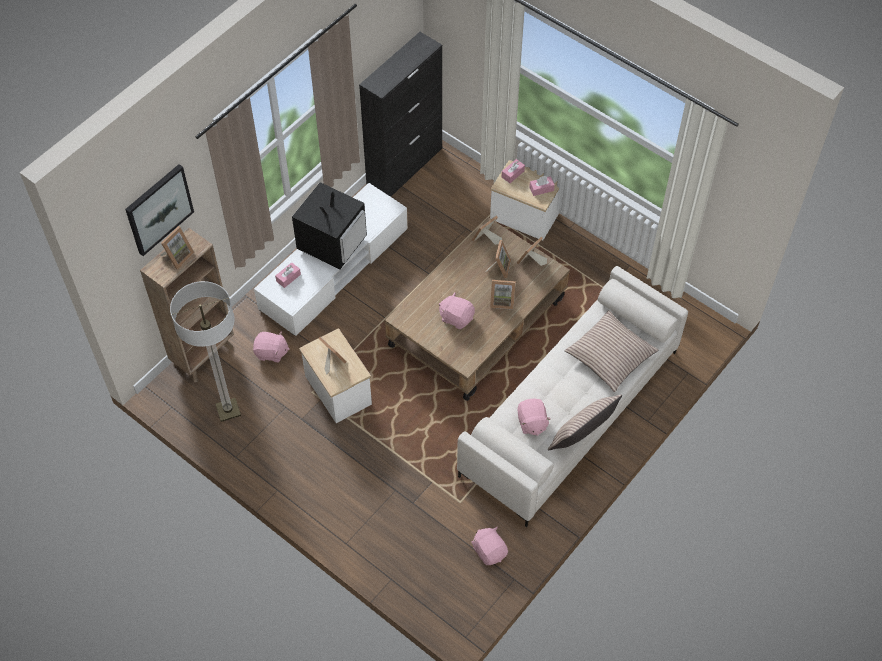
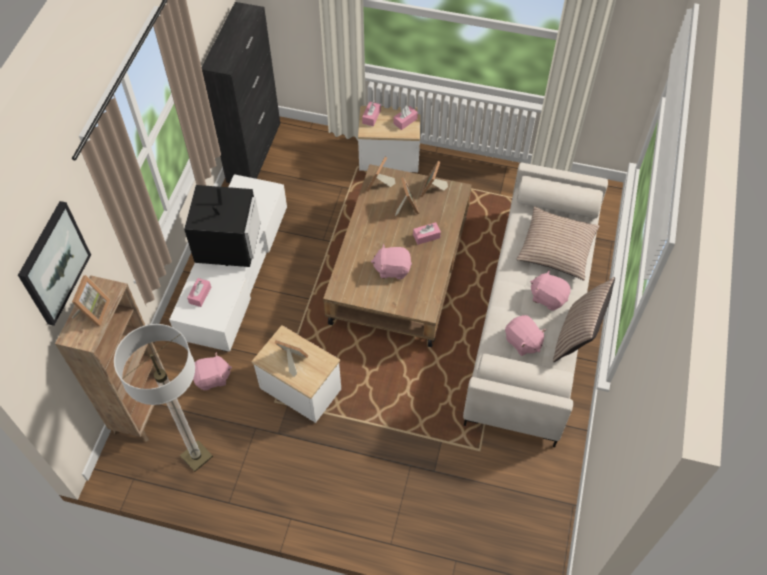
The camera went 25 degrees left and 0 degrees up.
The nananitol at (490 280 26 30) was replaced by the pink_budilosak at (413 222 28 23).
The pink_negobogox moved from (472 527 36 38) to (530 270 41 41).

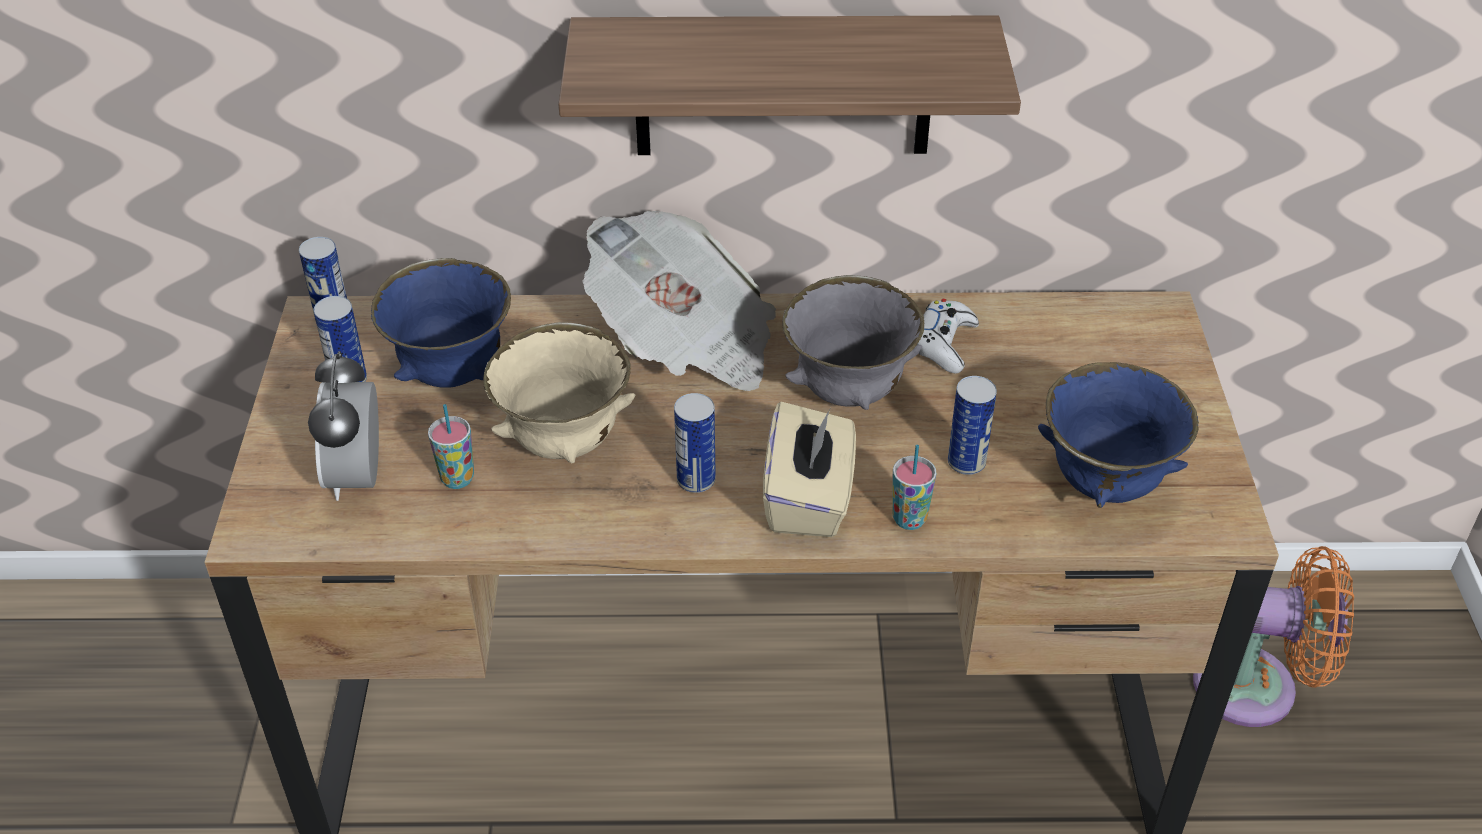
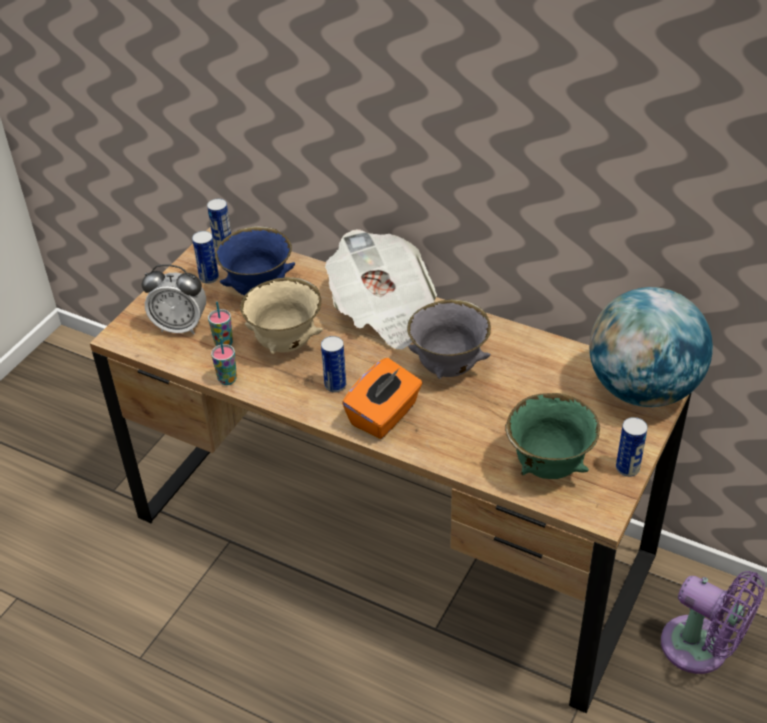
The camera went 30 degrees right and 0 degrees up.
The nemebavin at (308 351 71 150) turned 105 degrees counterclockwise.
The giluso moved from (892 444 44 86) to (211 337 26 48).
The beige_budilosak at (763 402 93 135) became the orange_budilosak at (342 358 81 81).
The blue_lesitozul at (1038 362 161 146) became the green_lesitozul at (505 393 95 86).
The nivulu at (589 287 124 120) appeared.
The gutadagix moved from (948 376 49 99) to (616 417 32 60).
The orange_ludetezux at (1193 546 161 181) became the purple_ludetezux at (661 571 104 103).
The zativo at (558 15 463 140) disappeared.
The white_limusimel at (917 299 62 74) disappeared.

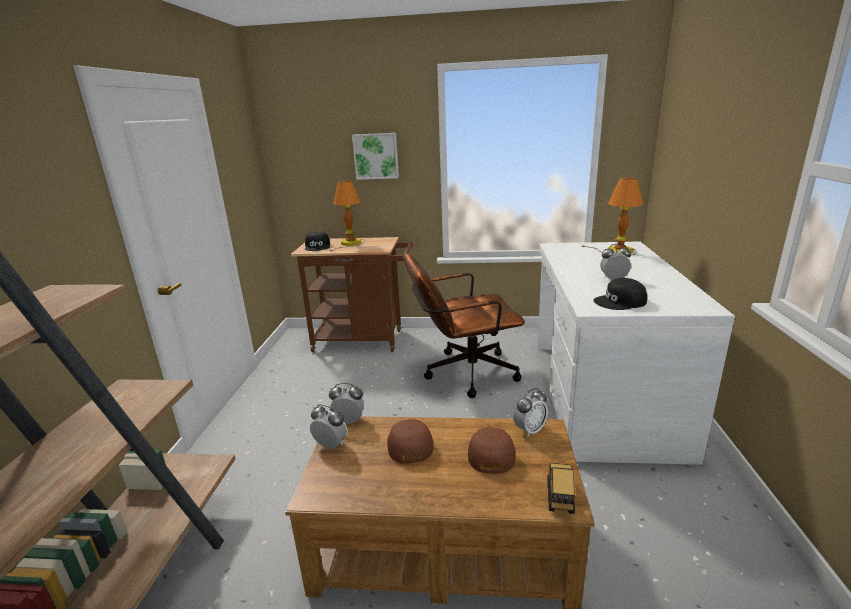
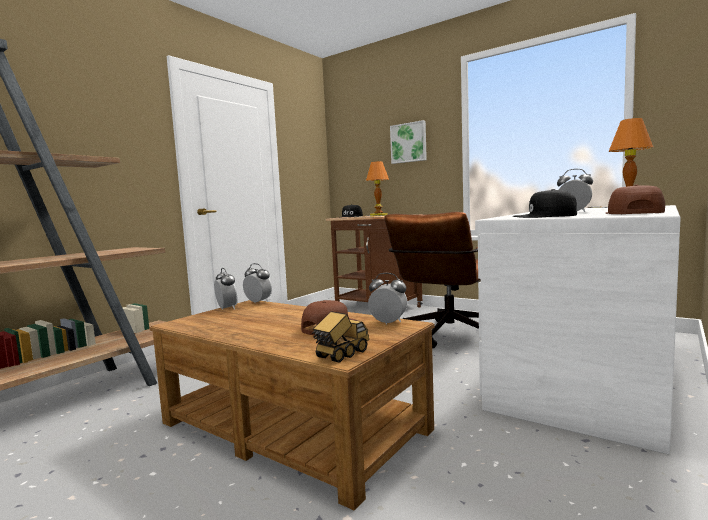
The camera went 30 degrees right and 15 degrees down.
The nemebavin at (513 388 35 49) turned 150 degrees counterclockwise.
The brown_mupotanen at (404 253 121 145) turned 75 degrees counterclockwise.
The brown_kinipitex moved from (387 419 46 45) to (606 184 59 30).

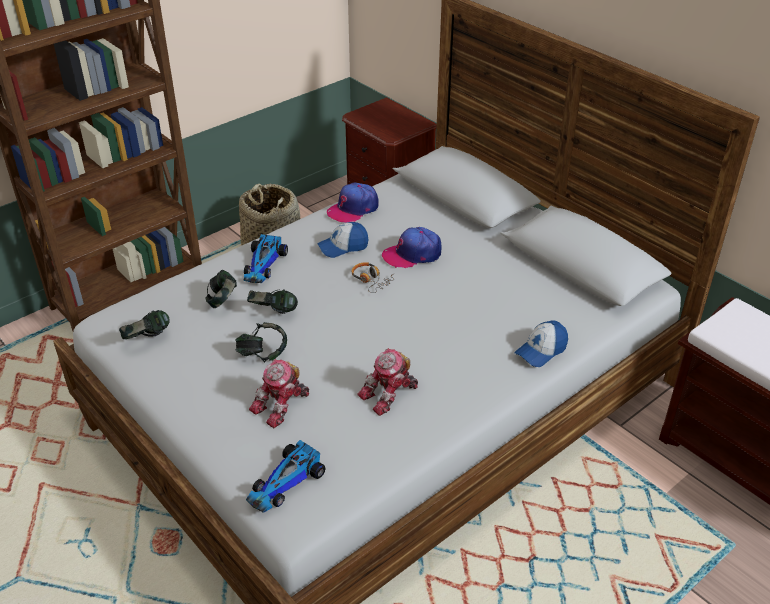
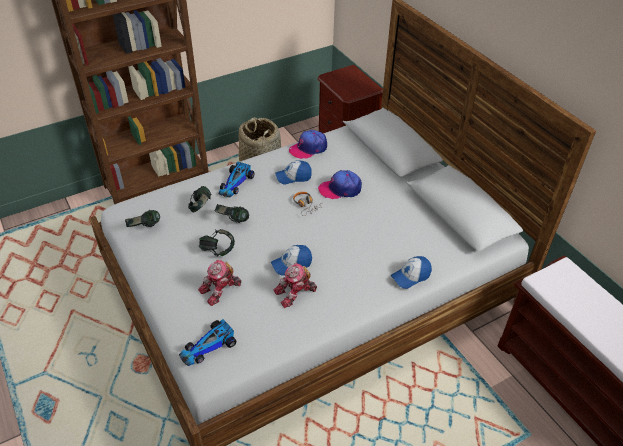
The camera went 10 degrees right and 5 degrees up.
The kinipitex at (271 245 41 31) appeared.

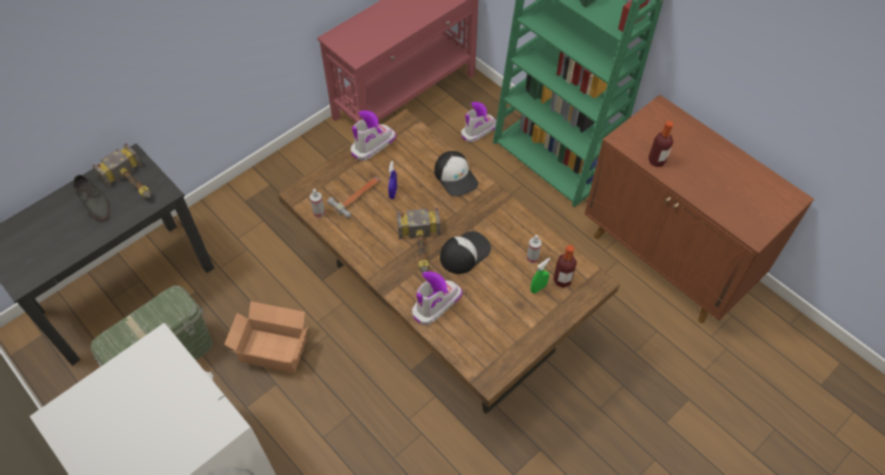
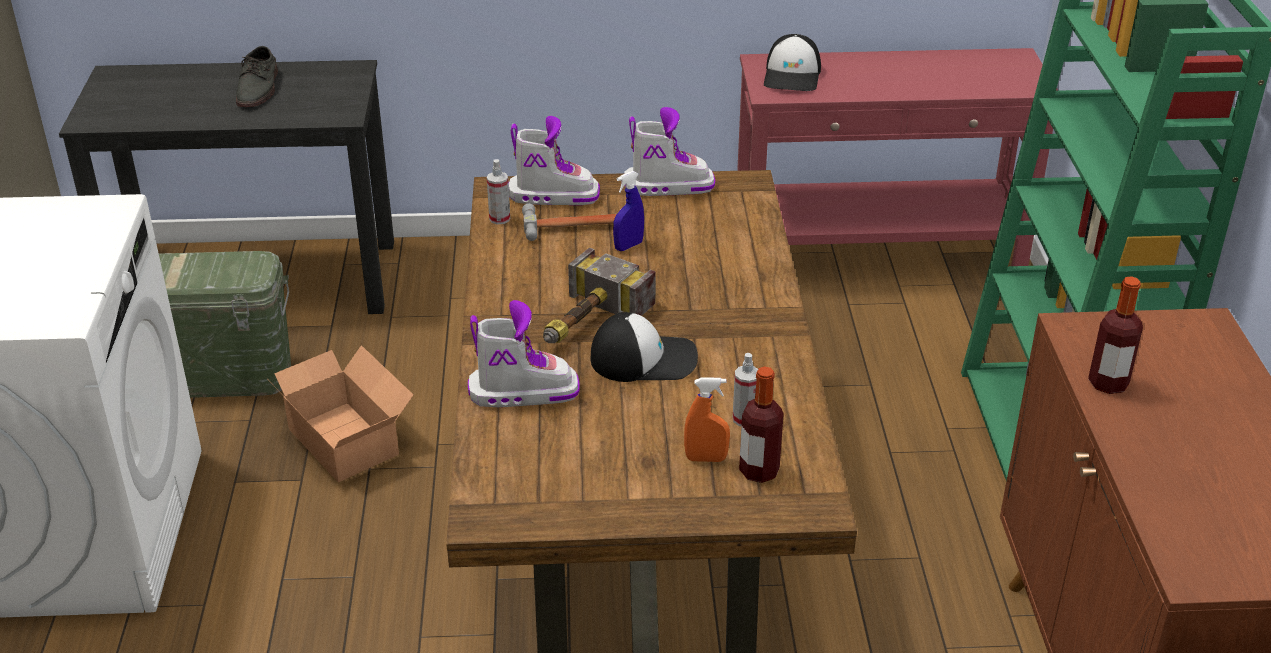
The camera went 40 degrees right and 20 degrees down.
The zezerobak moved from (461 102 35 40) to (508 116 92 89).
The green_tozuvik at (531 258 19 36) became the orange_tozuvik at (684 377 46 85).
The kinipitex moved from (434 151 44 45) to (764 34 57 57).
The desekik at (92 144 59 54) disappeared.

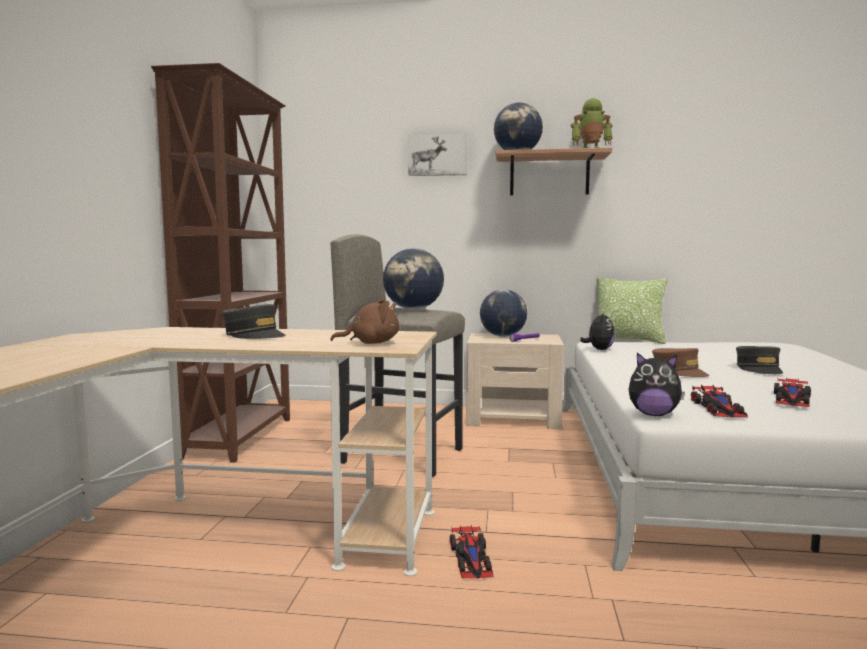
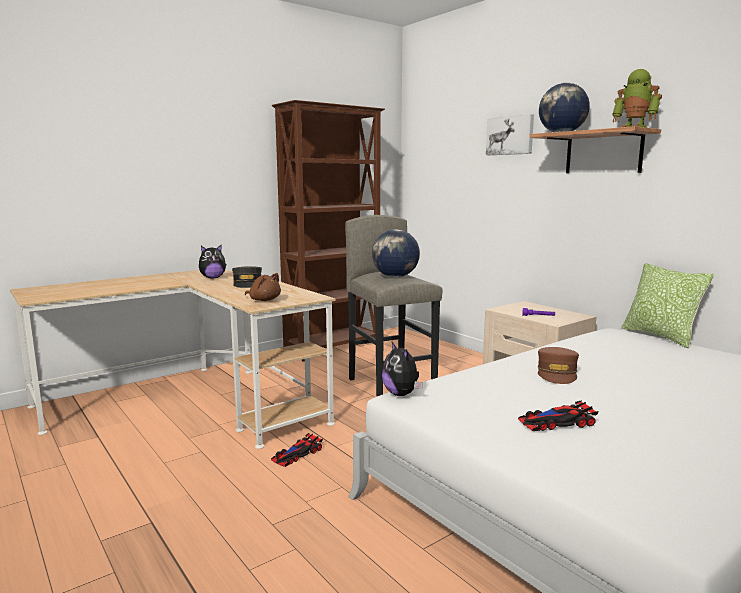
The camera went 45 degrees right and 5 degrees up.
The negobogox moved from (580 312 35 38) to (199 245 27 34).
The nivulu at (480 289 47 48) disappeared.
The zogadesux at (691 384 57 34) disappeared.
The grey_kinipitex at (736 346 47 28) disappeared.

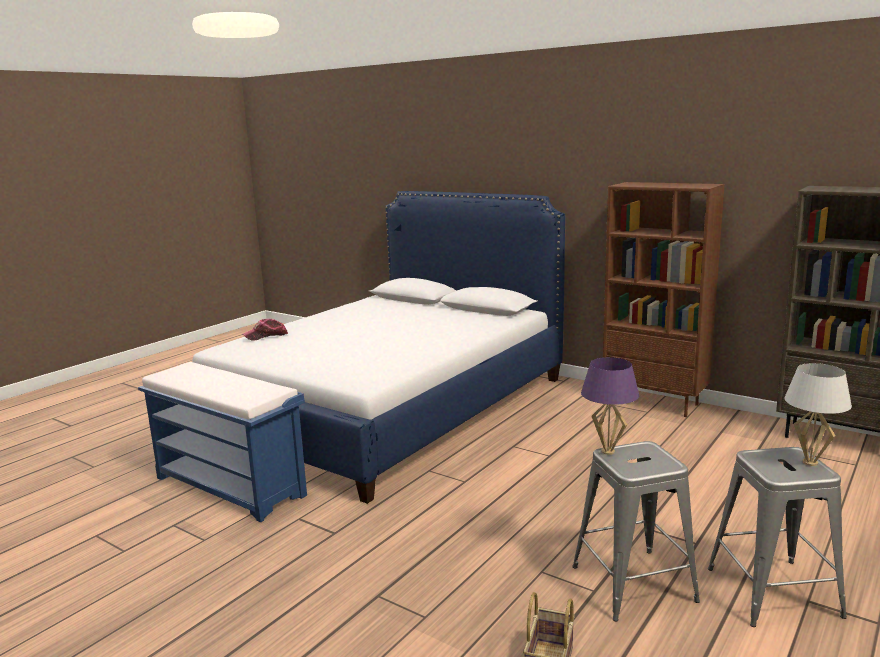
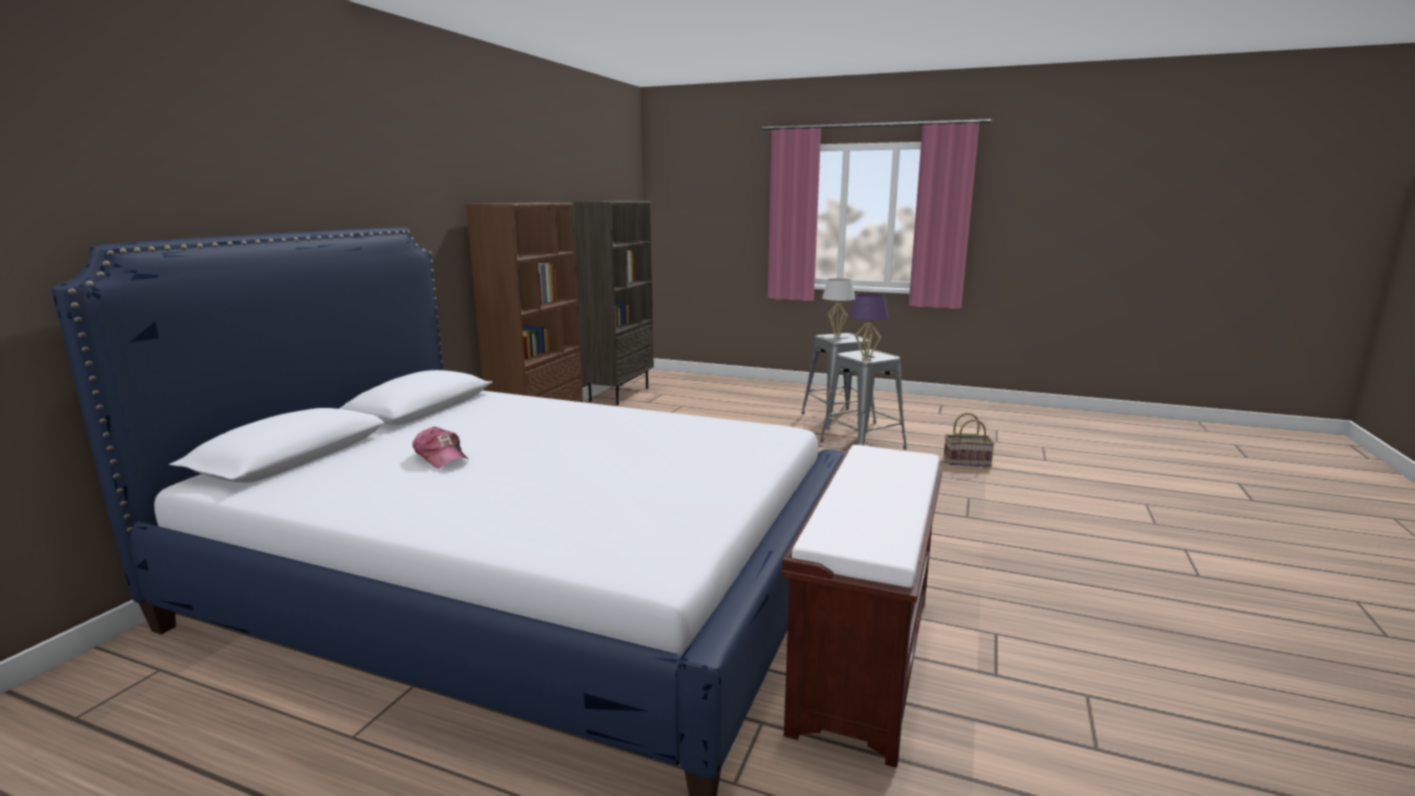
The camera went 105 degrees left and 0 degrees up.
The kinipitex moved from (243 319 45 22) to (412 426 57 42).
The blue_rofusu at (138 362 169 160) became the brown_rofusu at (782 445 161 323).

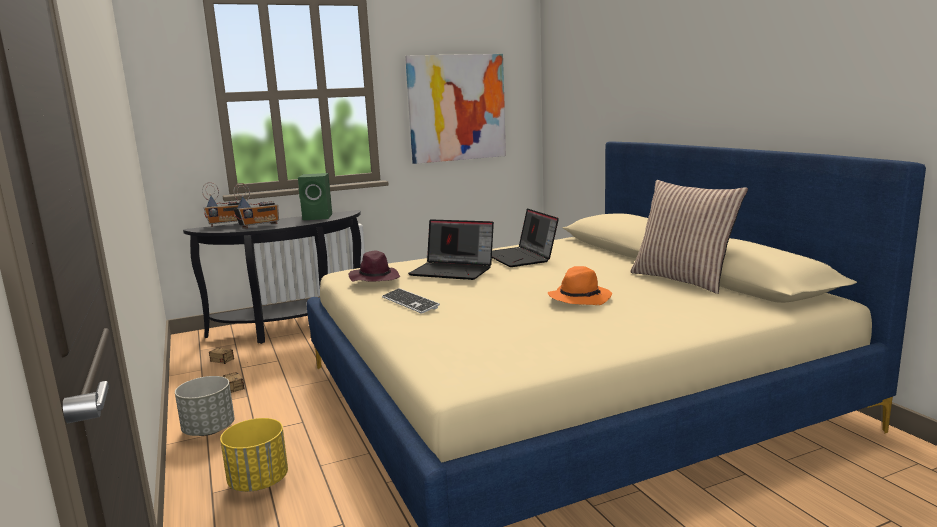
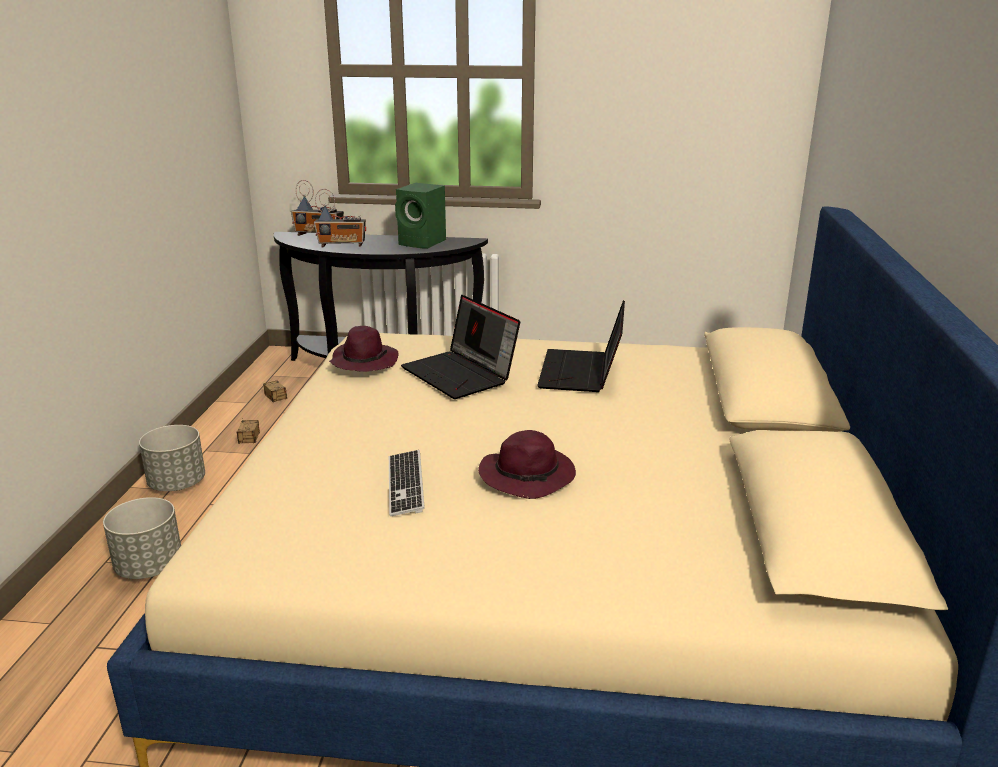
The camera went 30 degrees right and 10 degrees up.
The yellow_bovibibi at (220 418 68 74) became the grey_bovibibi at (103 497 78 82).
The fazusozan moved from (382 288 58 26) to (389 450 36 67).
The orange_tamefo at (548 266 64 39) became the purple_tamefo at (478 430 98 69).
The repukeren at (405 54 101 110) disappeared.
The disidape at (630 180 118 114) disappeared.

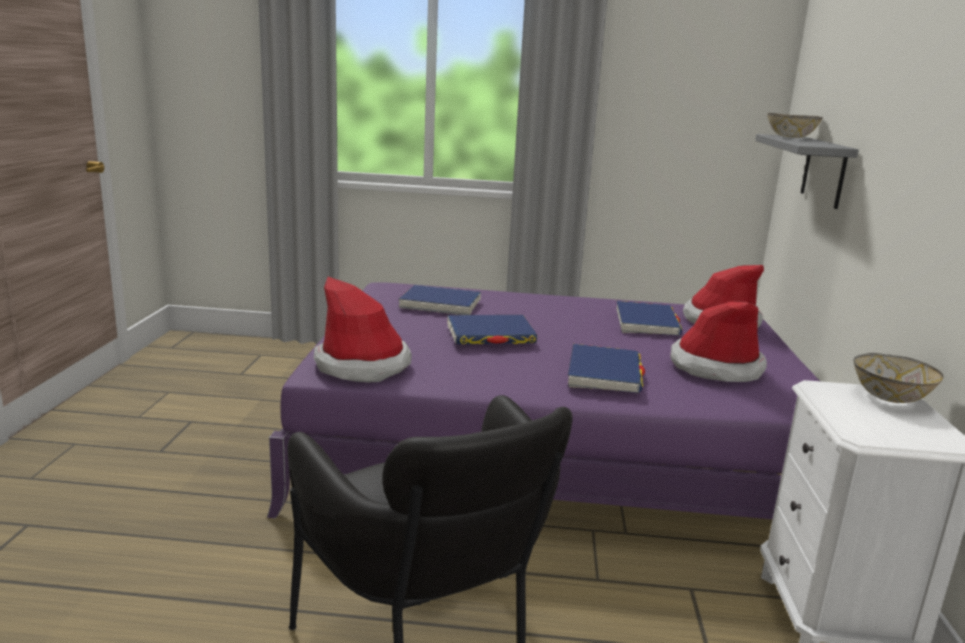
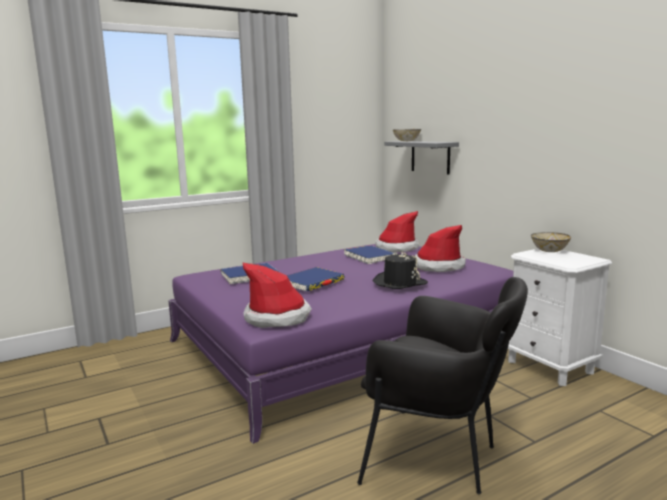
The camera went 35 degrees left and 5 degrees down.
The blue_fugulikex at (568 344 77 49) was replaced by the black_tamefo at (373 252 55 37).

